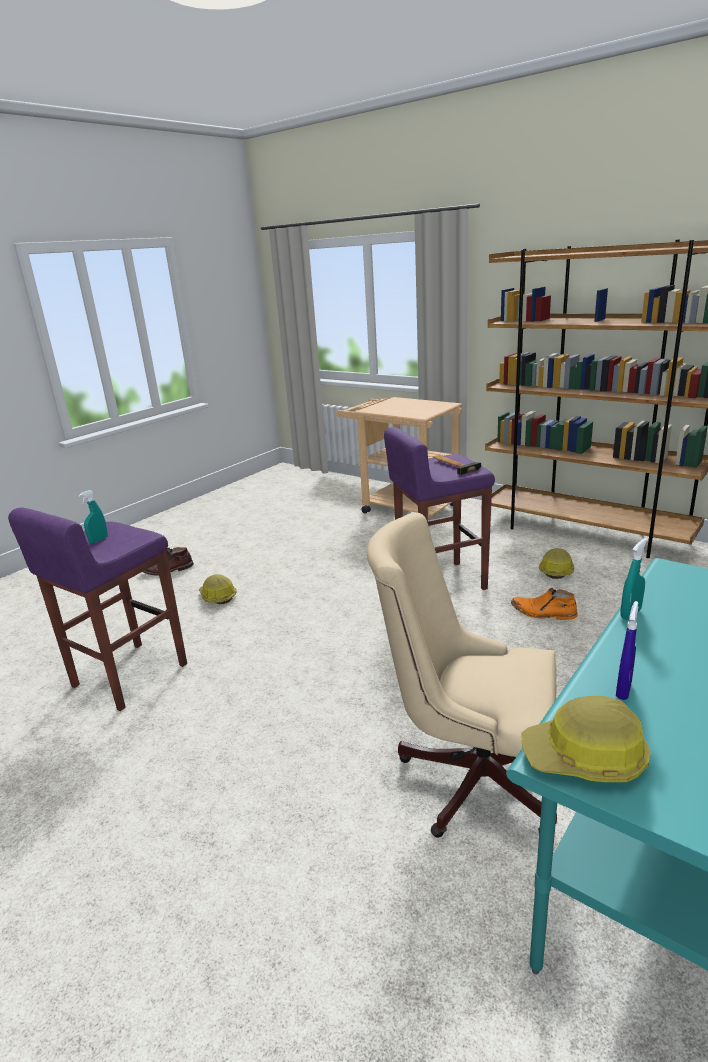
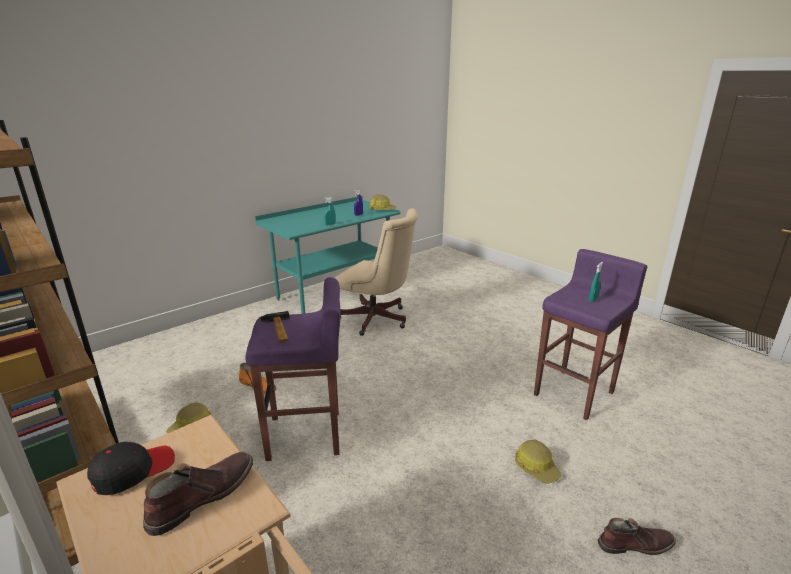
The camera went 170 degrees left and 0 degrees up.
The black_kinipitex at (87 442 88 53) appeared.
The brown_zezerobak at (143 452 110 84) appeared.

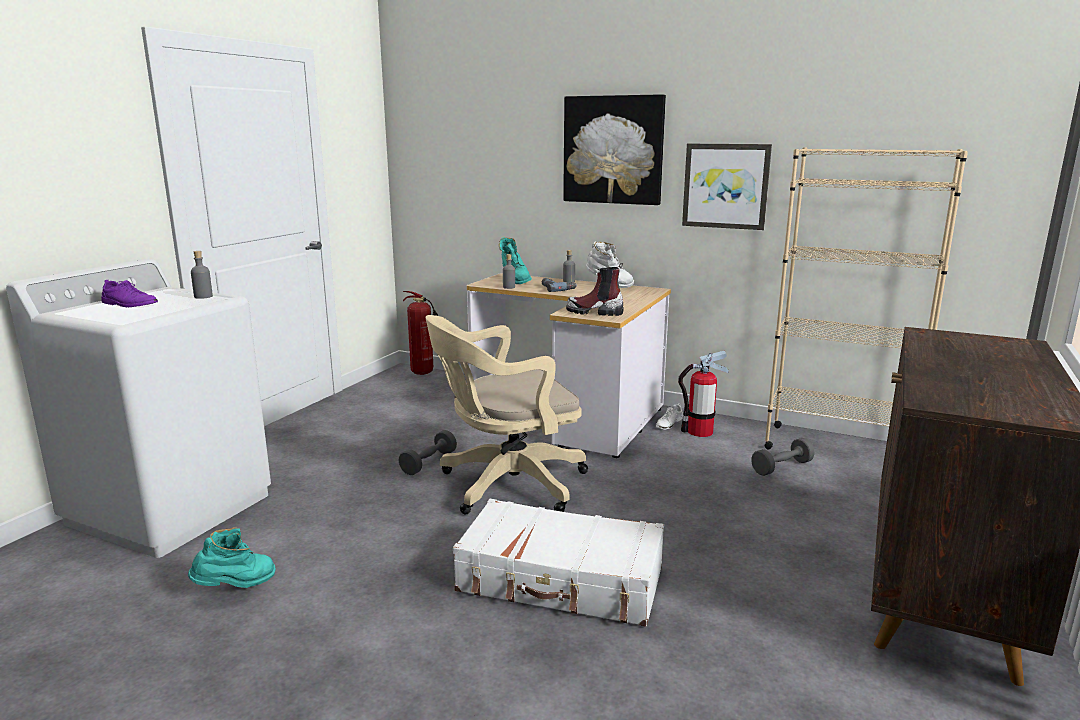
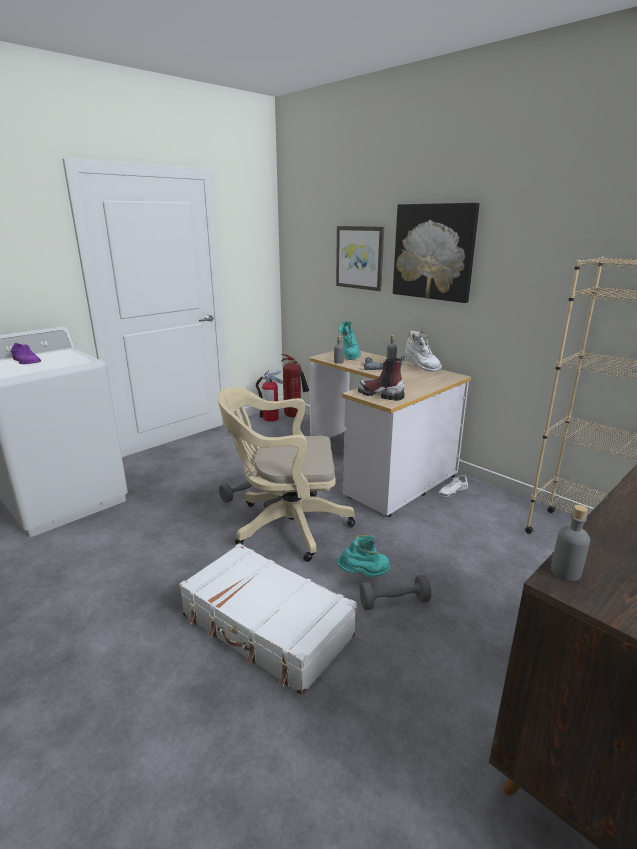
The camera went 20 degrees right and 5 degrees up.
The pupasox moved from (678 351 51 86) to (256 370 27 52).
The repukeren moved from (682 144 90 86) to (336 226 48 65).
The turquoise_zezerobak moved from (188 527 88 61) to (337 535 53 42).
The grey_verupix moved from (751 438 63 38) to (360 575 71 35).
The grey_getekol moved from (191 251 22 48) to (551 505 39 76).

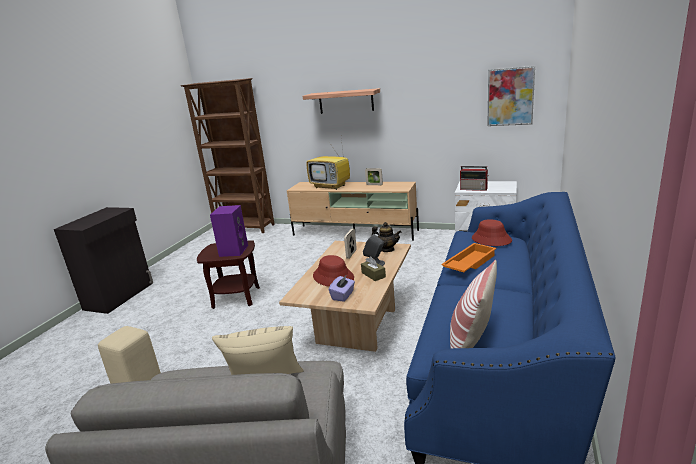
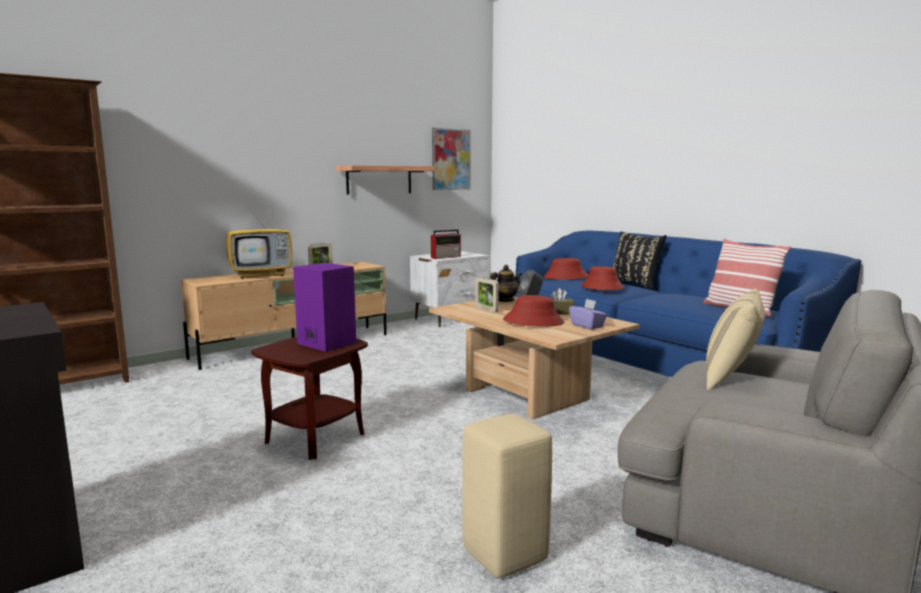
The camera went 60 degrees left and 10 degrees down.
The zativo moved from (303 88 77 26) to (336 165 99 30).
The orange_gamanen at (441 243 55 29) was replaced by the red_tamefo at (581 266 44 24).
The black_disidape at (613 232 54 57) appeared.

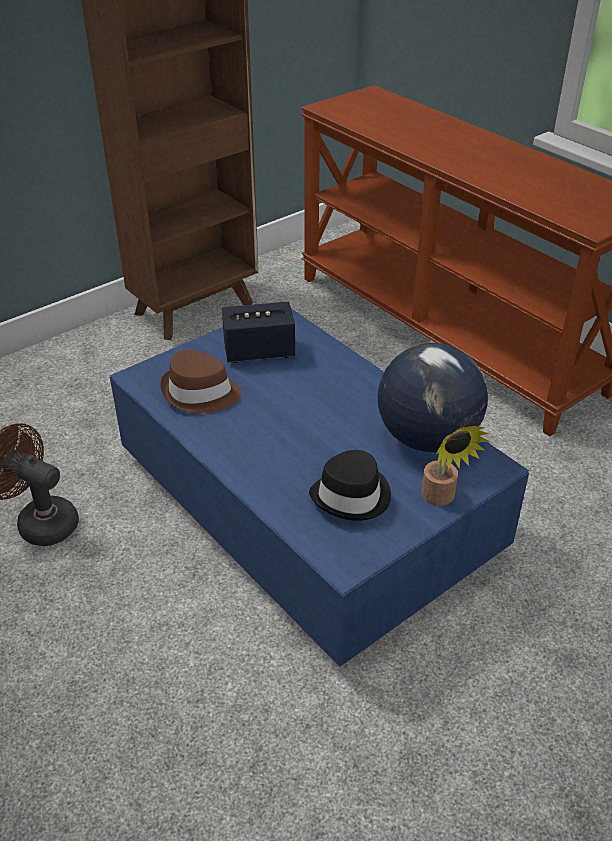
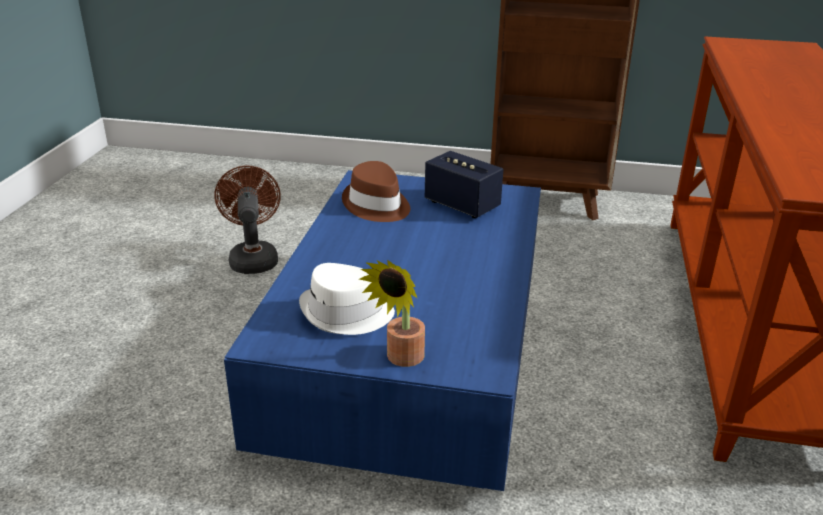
The camera went 50 degrees right and 10 degrees down.
The black_tamefo at (309 450 82 71) became the white_tamefo at (299 263 96 72).
The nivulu at (378 343 110 109) disappeared.

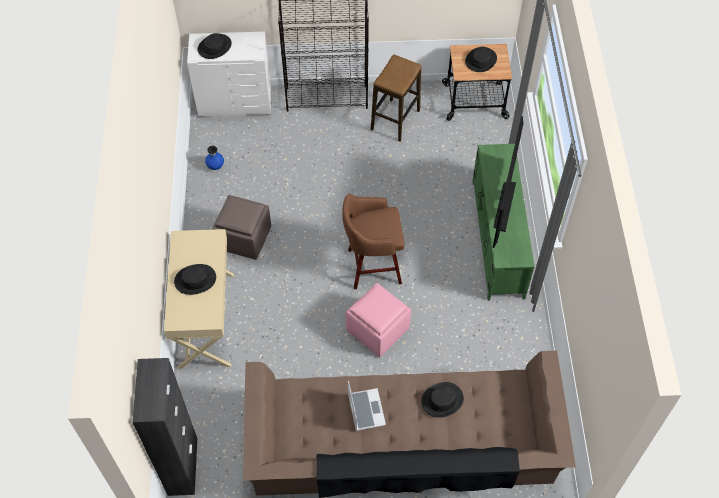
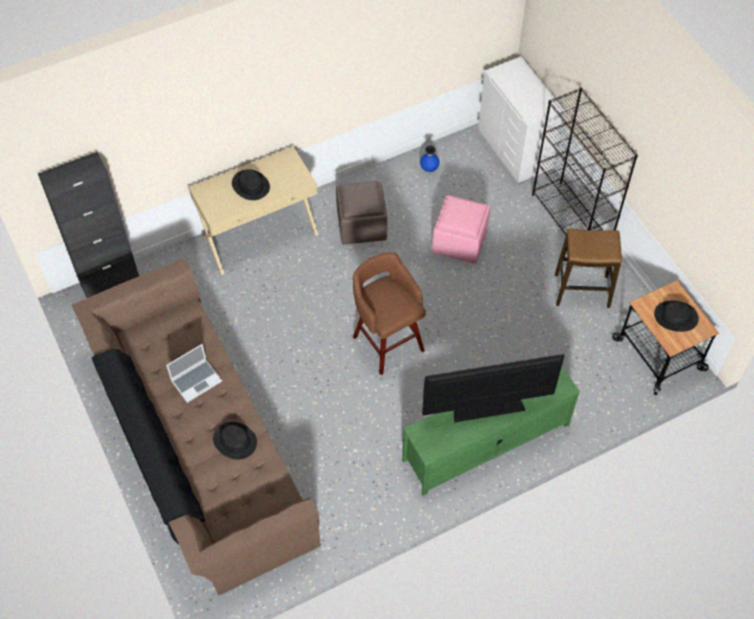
The camera went 65 degrees right and 0 degrees up.
The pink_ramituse moved from (346 283 65 74) to (432 195 58 69).
The black_tamefo at (198 33 34 26) disappeared.

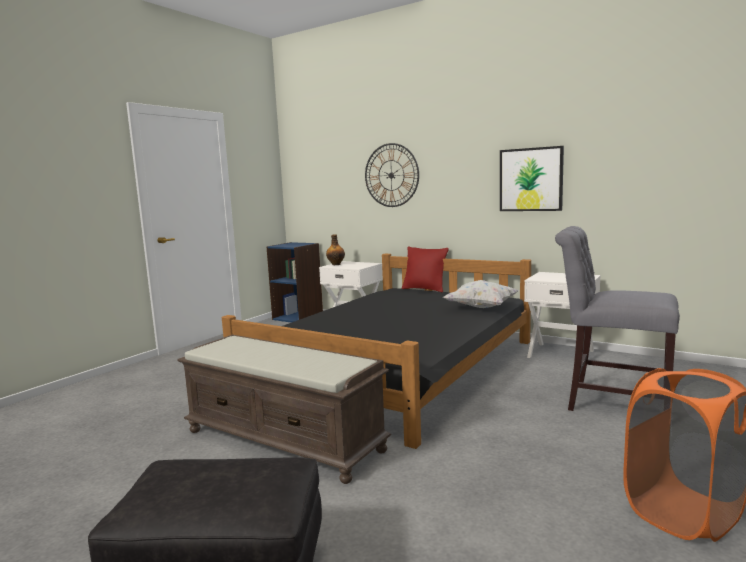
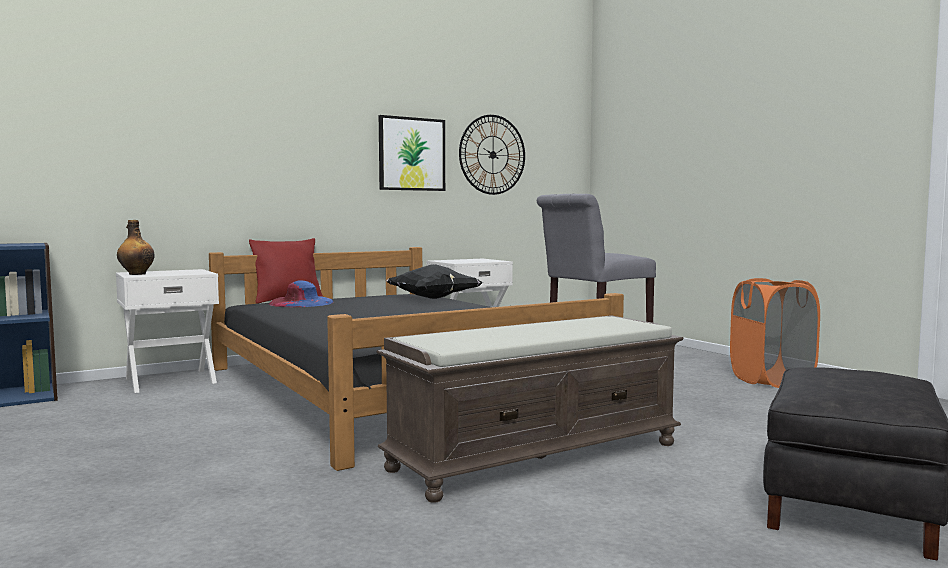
The camera went 65 degrees left and 5 degrees down.
The blue_tamefo at (269 281 65 26) appeared.
The white_disidape at (443 280 76 28) became the black_disidape at (386 264 97 35).
The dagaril moved from (365 143 54 64) to (459 115 66 80).

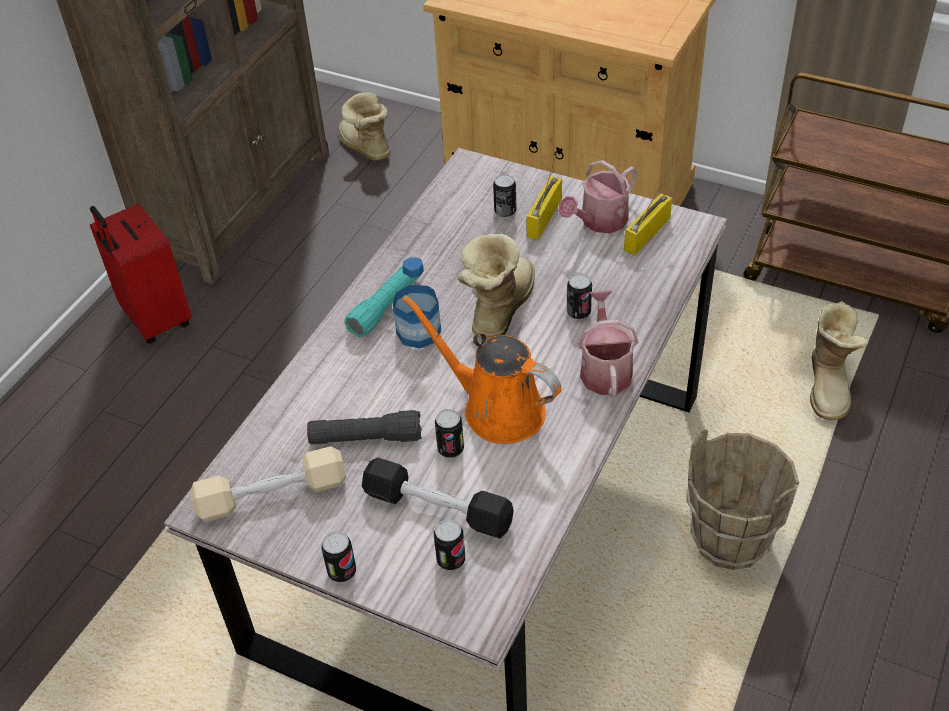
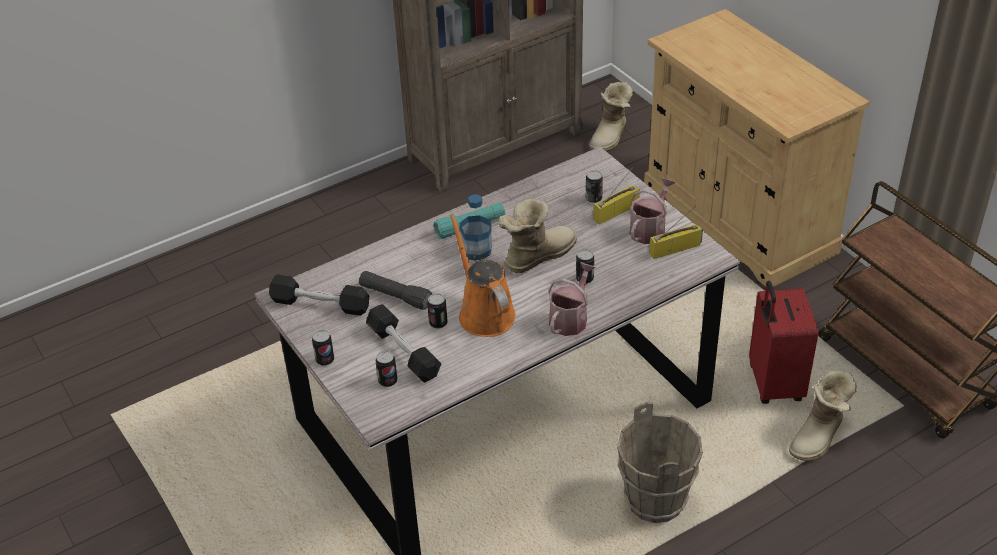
The camera went 30 degrees right and 5 degrees down.
The beige_verupix at (190 446 156 76) became the black_verupix at (269 274 100 42).
The zezerobak at (339 92 52 69) turned 150 degrees counterclockwise.
The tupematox at (558 160 80 73) turned 135 degrees clockwise.
The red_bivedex moved from (90 204 102 140) to (749 281 69 123).

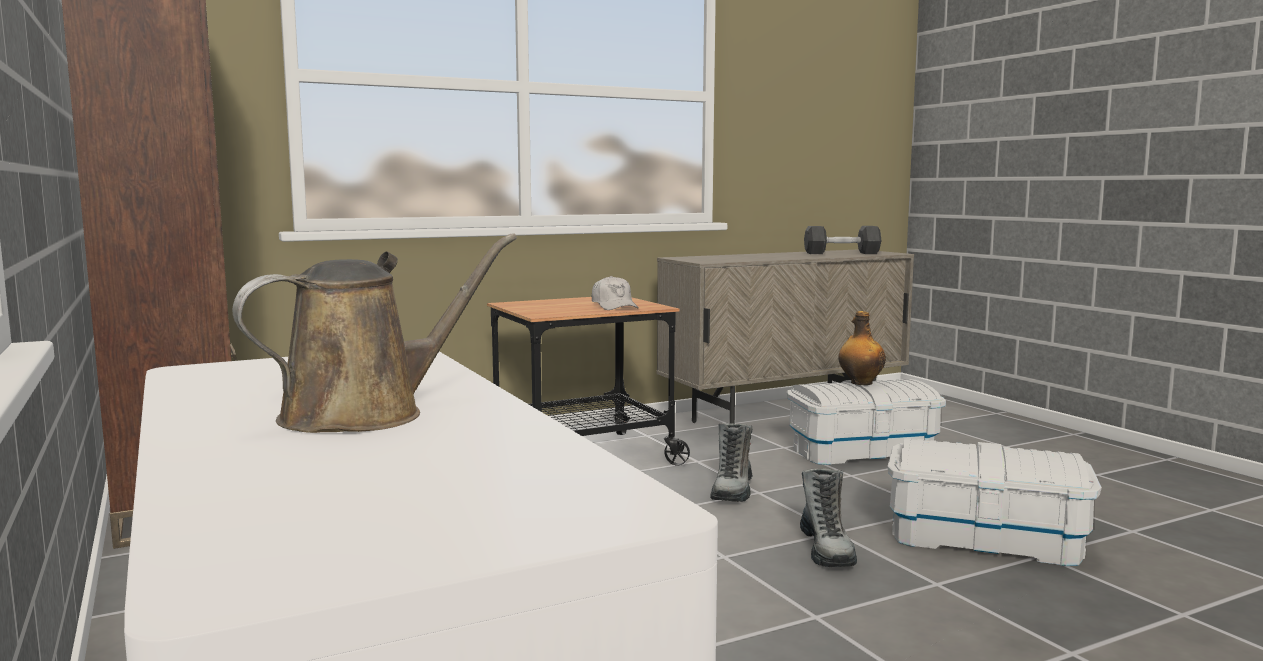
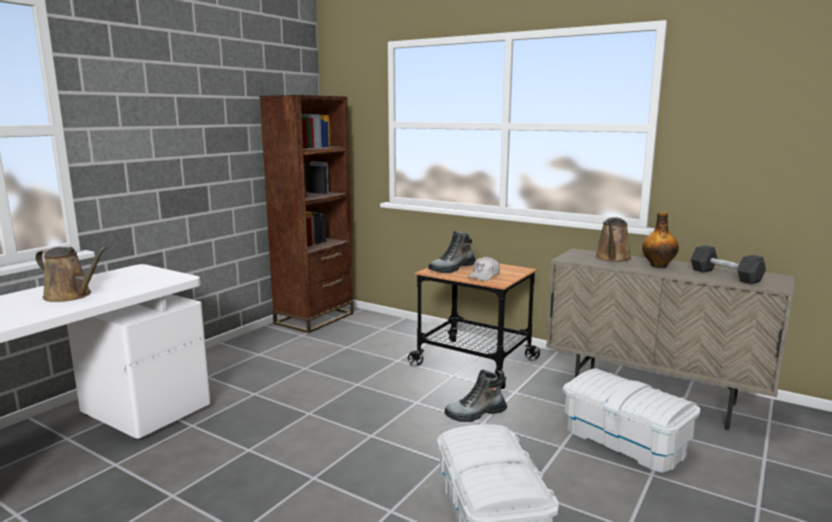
The camera went 60 degrees right and 5 degrees up.
The zezerobak moved from (800 468 57 99) to (428 231 48 42).
The brown_tupematox at (595 218 37 44) appeared.
The getekol moved from (838 311 48 74) to (642 212 37 56).

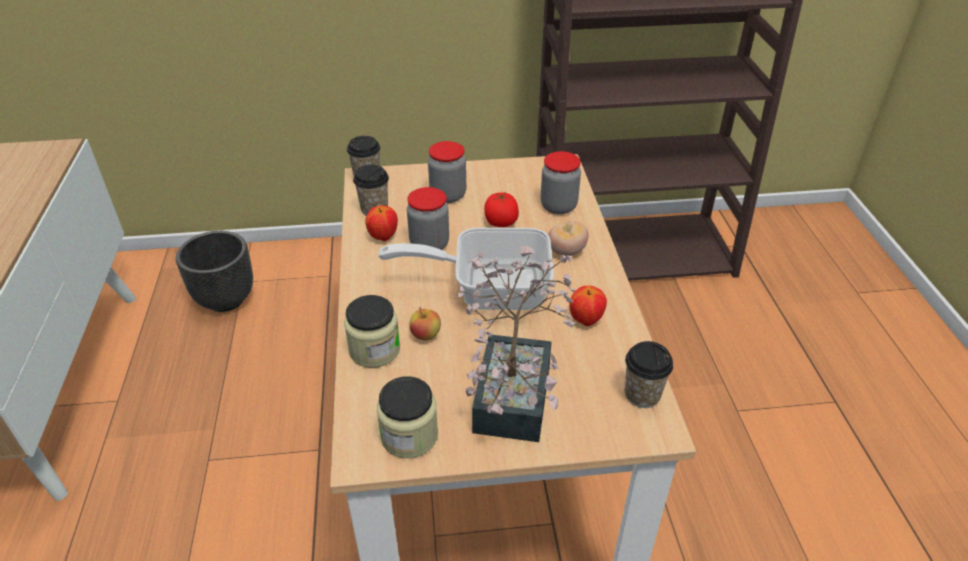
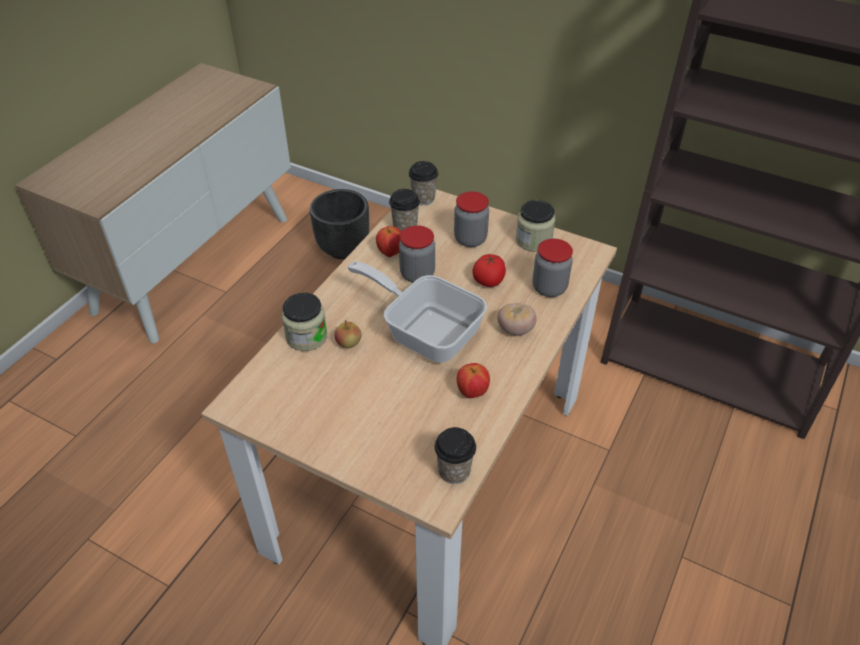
The camera went 35 degrees right and 5 degrees up.
The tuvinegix moved from (377 376 61 82) to (516 200 40 52).
The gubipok at (457 246 118 196) disappeared.

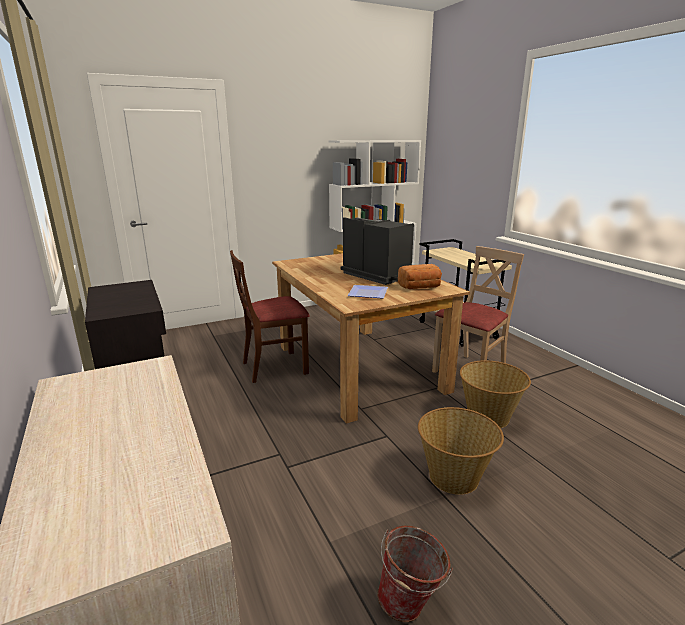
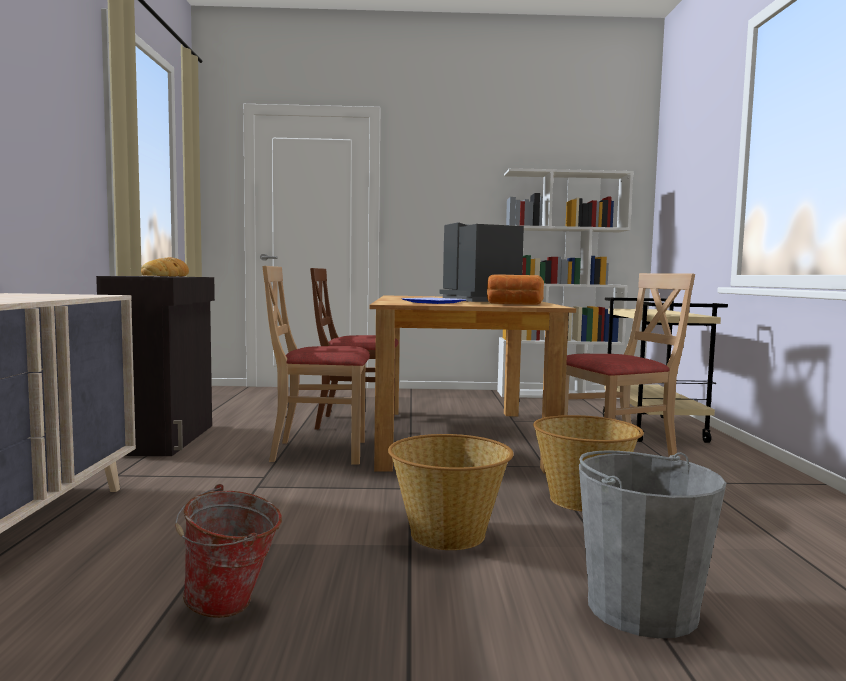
The camera went 25 degrees right and 15 degrees down.
The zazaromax at (141 257 48 19) appeared.
The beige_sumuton at (262 266 108 198) appeared.
The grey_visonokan at (579 451 147 187) appeared.

